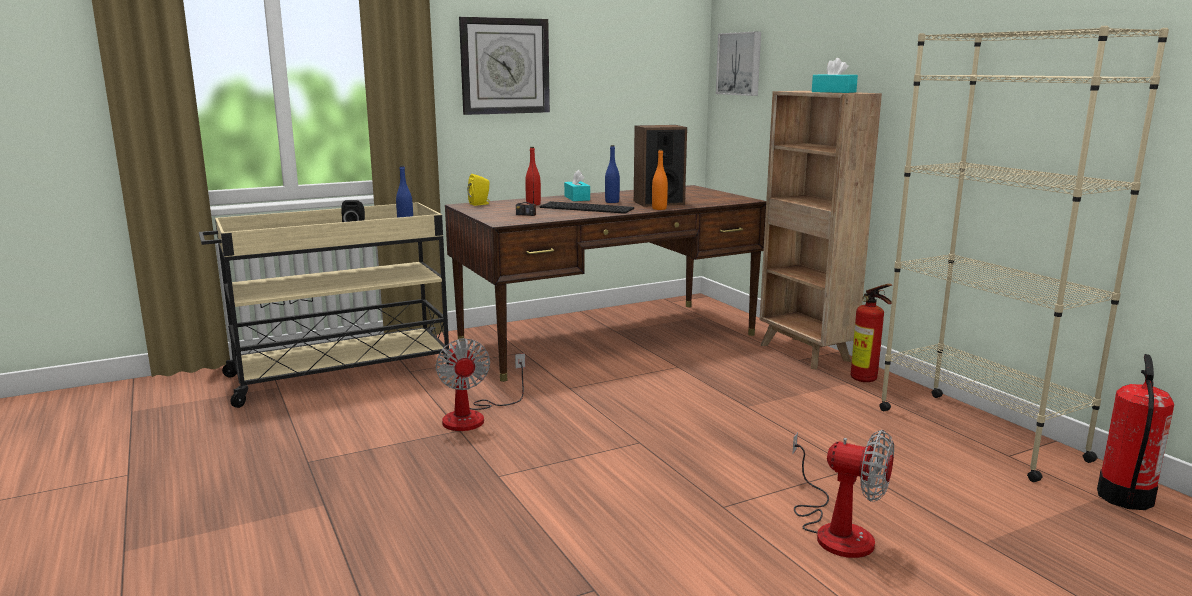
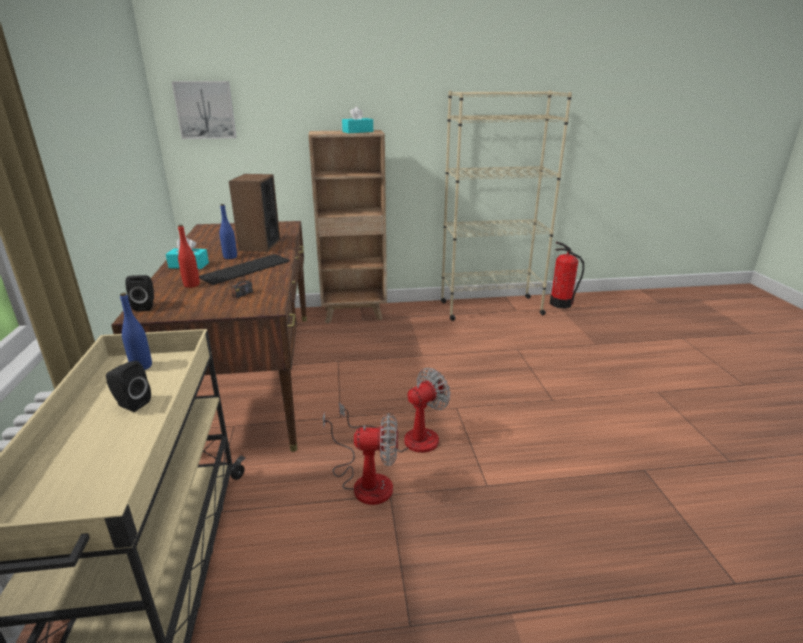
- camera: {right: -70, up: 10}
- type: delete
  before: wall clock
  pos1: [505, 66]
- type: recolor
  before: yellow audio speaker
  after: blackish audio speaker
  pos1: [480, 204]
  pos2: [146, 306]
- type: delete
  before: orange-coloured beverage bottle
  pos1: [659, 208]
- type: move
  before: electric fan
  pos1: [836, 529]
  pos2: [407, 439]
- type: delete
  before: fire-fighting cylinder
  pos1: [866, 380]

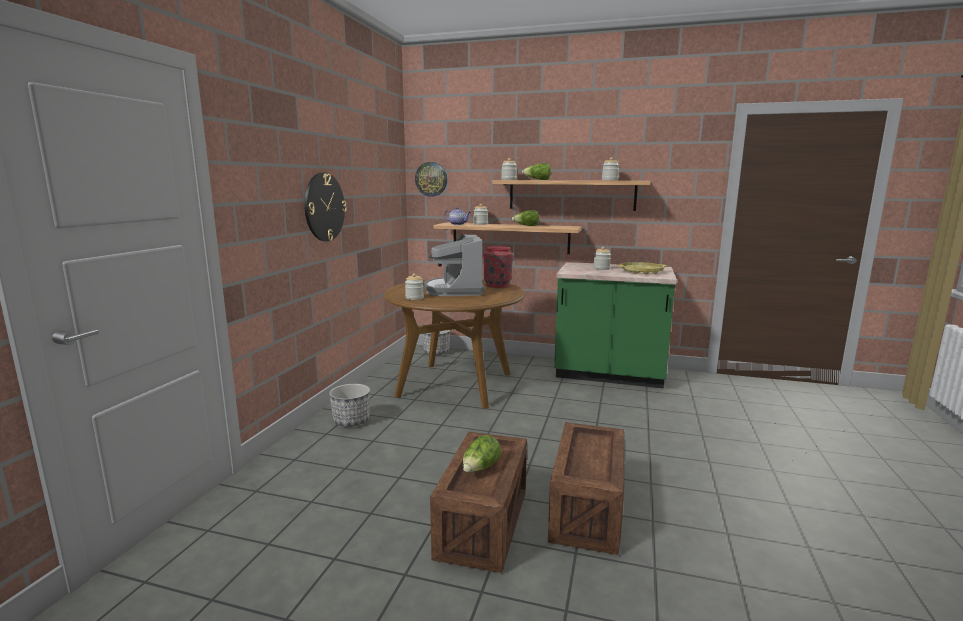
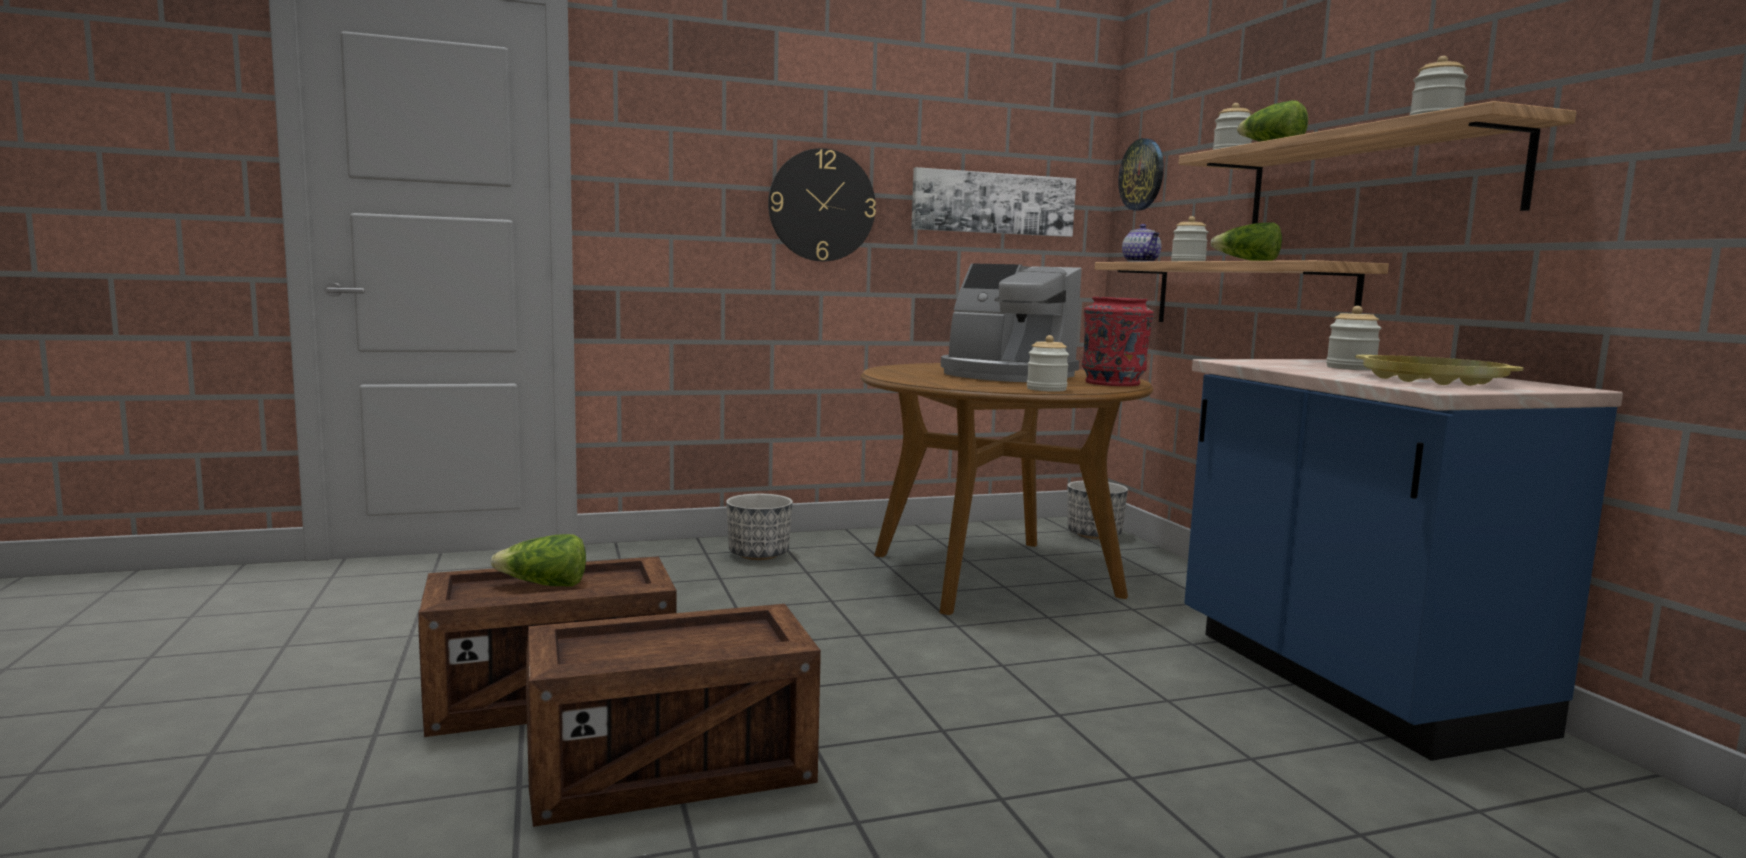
- camera: {right: 55, up: -5}
- type: move
  before: preserve jar
  pos1: [414, 298]
  pos2: [1046, 389]
- type: rotate
  before: coffee maker
  pos1: [455, 290]
  pos2: [1005, 375]
  turn: -105
- type: recolor
  before: green-coloured kitchen counter
  after: blue-coloured kitchen counter
  pos1: [609, 375]
  pos2: [1347, 682]
- type: insert
  after: picture
  pos2: [993, 203]

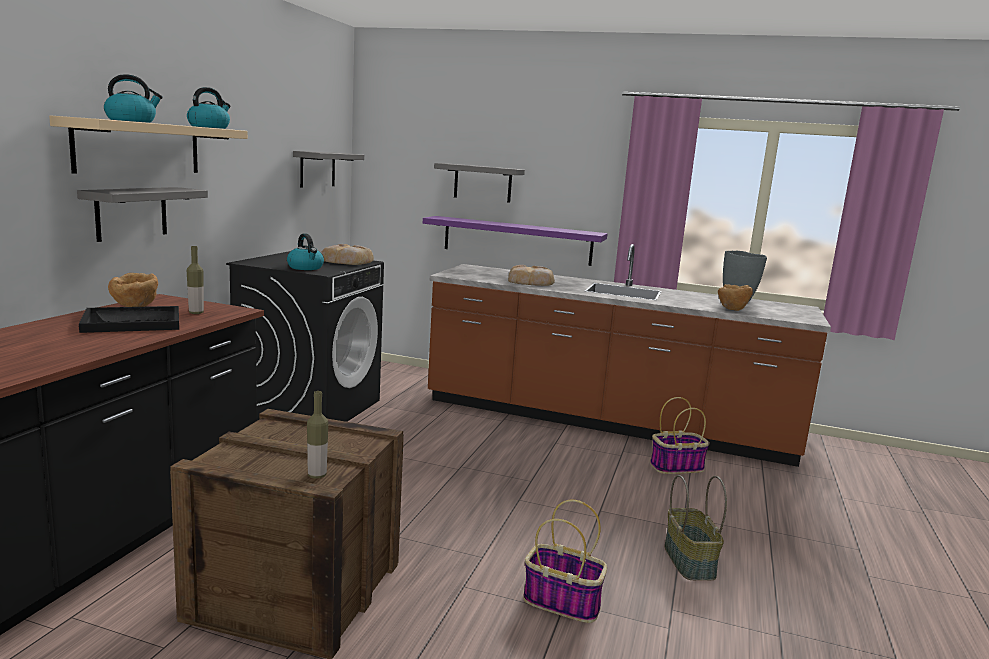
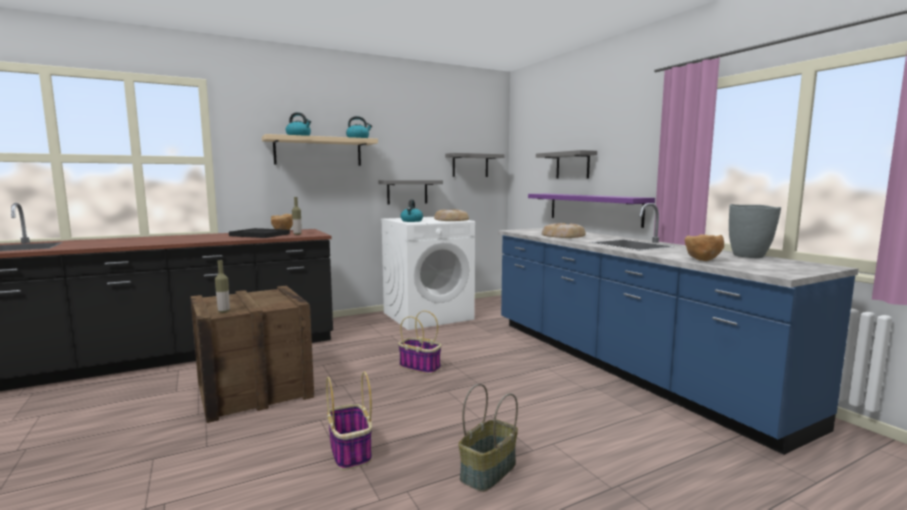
- camera: {right: 45, up: -5}
- type: move
  before: gray shelf
  pos1: [131, 213]
  pos2: [407, 192]
- type: recolor
  before: blackish laundry machine
  after: white-coloured laundry machine
  pos1: [309, 408]
  pos2: [428, 316]
- type: recolor
  before: brown-coloured kitchen counter
  after: blue-coloured kitchen counter
  pos1: [606, 421]
  pos2: [622, 365]
- type: move
  before: storage basket
  pos1: [677, 467]
  pos2: [420, 367]

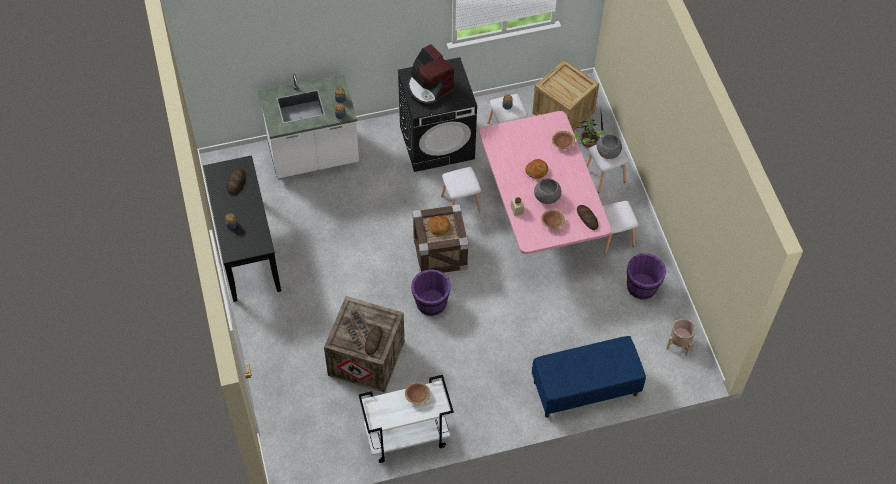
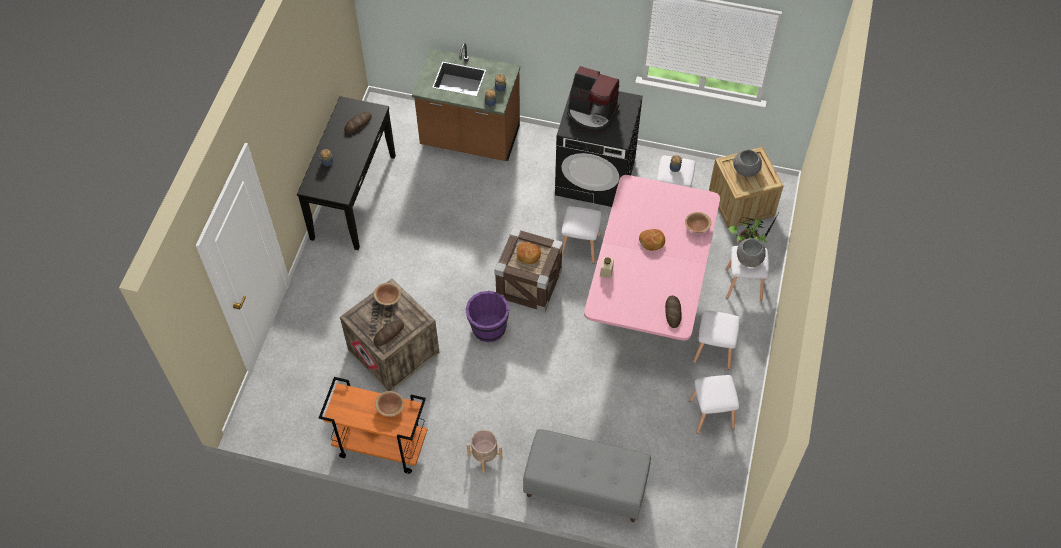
- camera: {right: 30, up: 0}
- type: recolor
  before: white-coloured kitchen counter
  after: brown-coloured kitchen counter
  pos1: [313, 156]
  pos2: [470, 139]
- type: recolor
  before: white-coloured trolley
  after: orange-coloured trolley
  pos1: [406, 438]
  pos2: [380, 446]
- type: rotate
  before: coffee maker
  pos1: [429, 88]
  pos2: [591, 113]
  turn: -60
- type: recolor
  before: blue-coloured indoor bench
  after: gray indoor bench
  pos1: [585, 389]
  pos2: [584, 488]
- type: move
  before: gray deep dish
  pos1: [546, 197]
  pos2: [745, 169]
- type: move
  before: brown-coloured deep dish
  pos1: [552, 223]
  pos2: [388, 298]
- type: replace
  before: purple-coloured water bucket
  after: white-coloured stool
  pos1: [642, 287]
  pos2: [710, 414]
- type: move
  before: beige-coloured plant pot
  pos1: [679, 343]
  pos2: [485, 456]

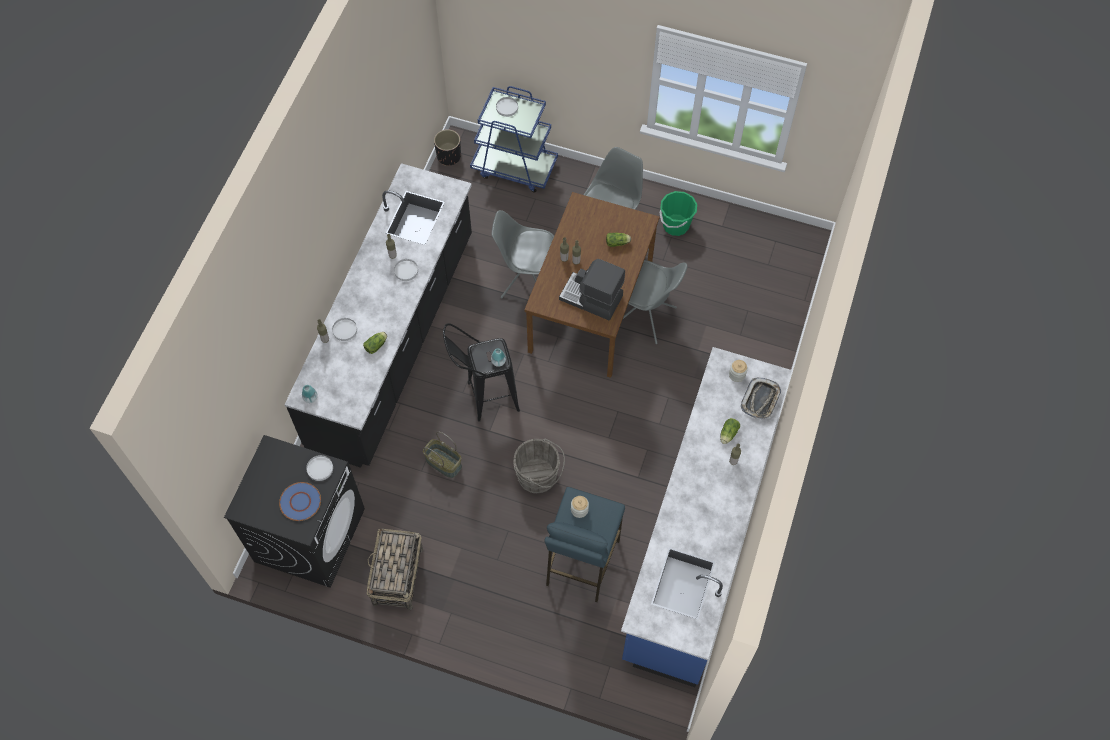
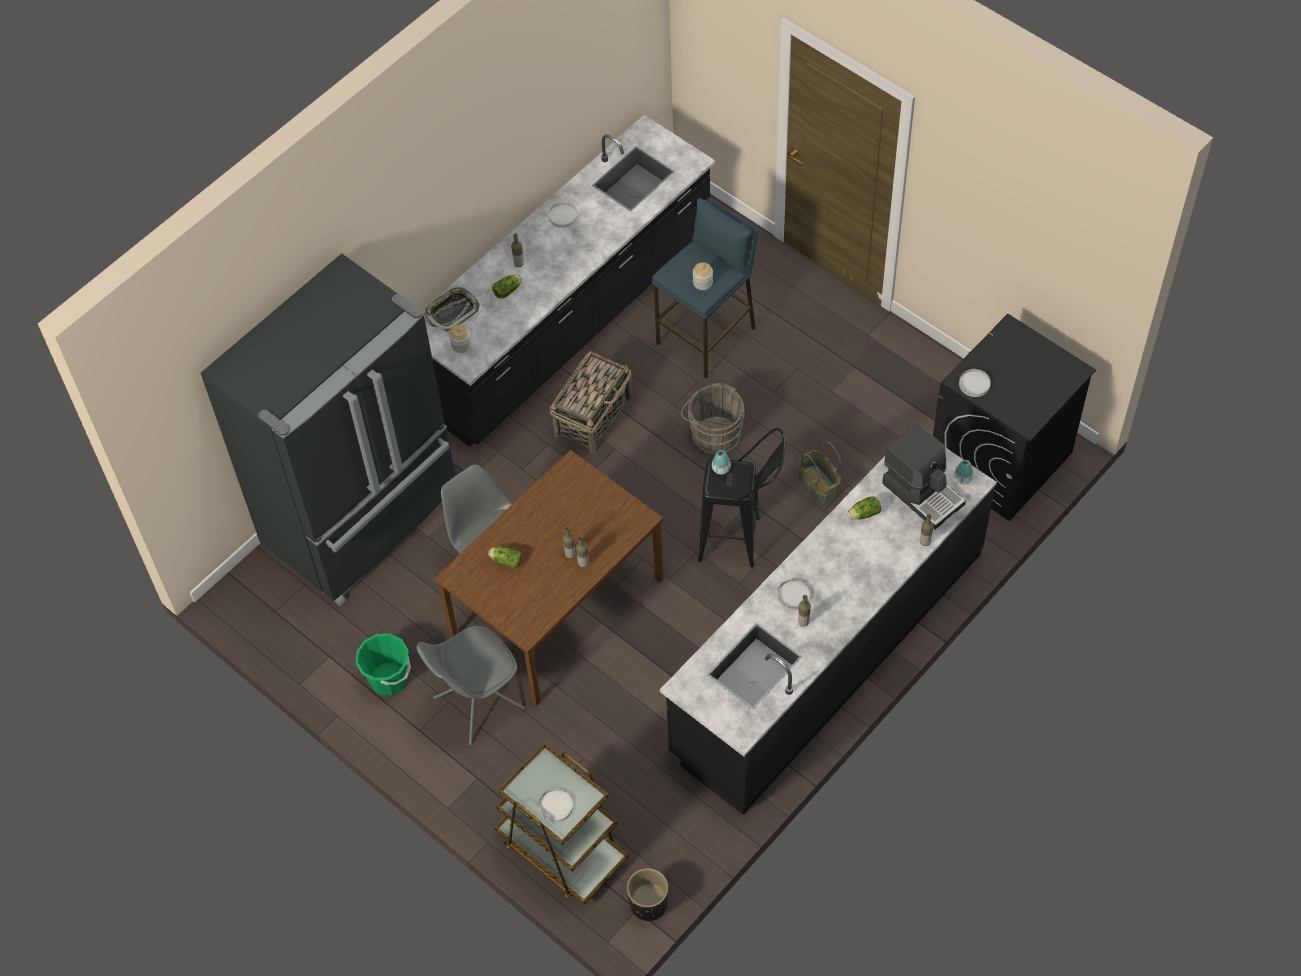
- camera: {right: -155, up: -5}
- type: delete
  before: blue-coloured plate
  pos1: [300, 502]
- type: move
  before: white-coloured plate
  pos1: [345, 330]
  pos2: [562, 216]
- type: move
  before: storage basket
  pos1: [397, 577]
  pos2: [593, 415]
- type: recolor
  before: blue-coloured trolley
  after: brown-coloured trolley
  pos1: [514, 167]
  pos2: [561, 849]
- type: delete
  before: gray plain chair
  pos1: [526, 281]
- type: move
  before: coffee maker
  pos1: [591, 298]
  pos2: [923, 492]
- type: recolor
  before: blue-coloured kitchen counter
  after: blackish kitchen counter
  pos1: [698, 534]
  pos2: [568, 322]
- type: insert
  after: blackish kitchen fridge
  pos2: [365, 521]

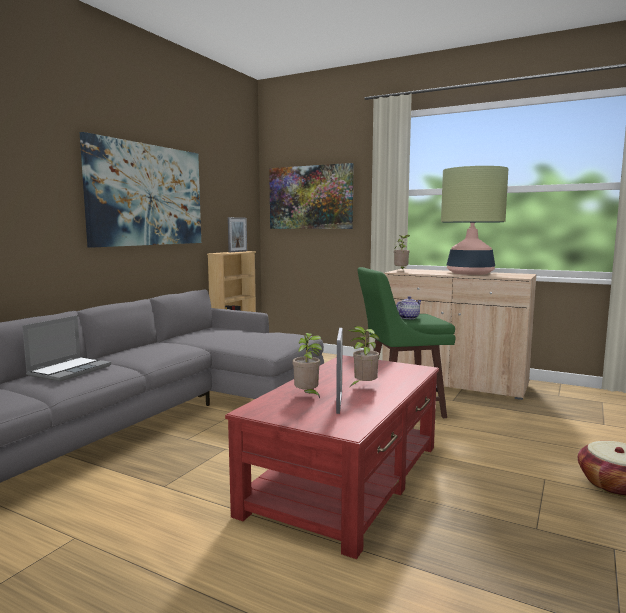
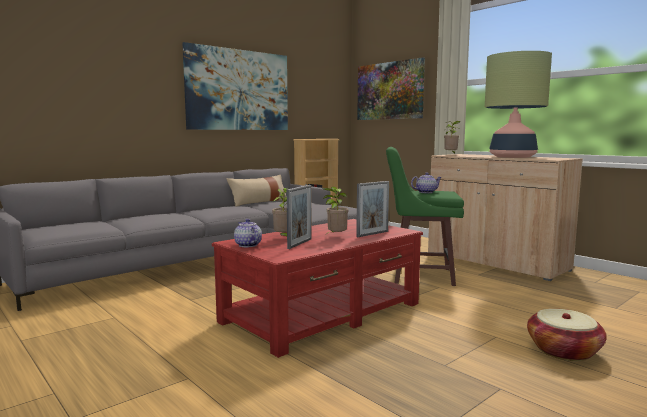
- camera: {right: 20, up: 0}
- type: delete
  before: laptop
  pos1: [70, 370]
- type: move
  before: picture frame
  pos1: [238, 251]
  pos2: [372, 234]
- type: insert
  after: beige-coloured cushion
  pos2: [259, 203]
- type: insert
  after: teapot
  pos2: [247, 245]

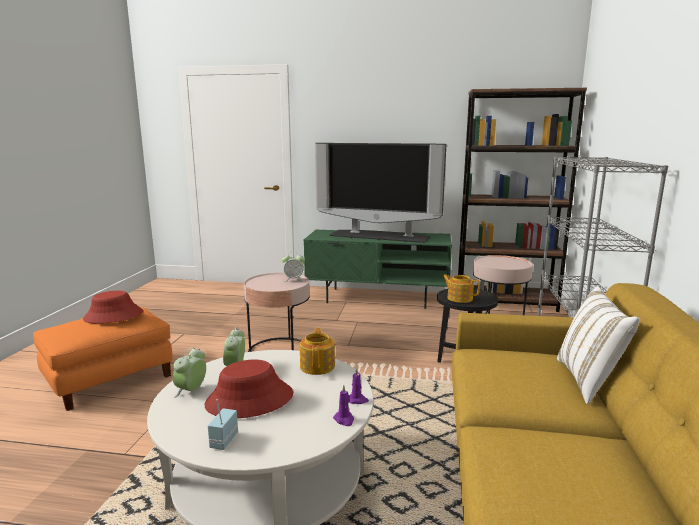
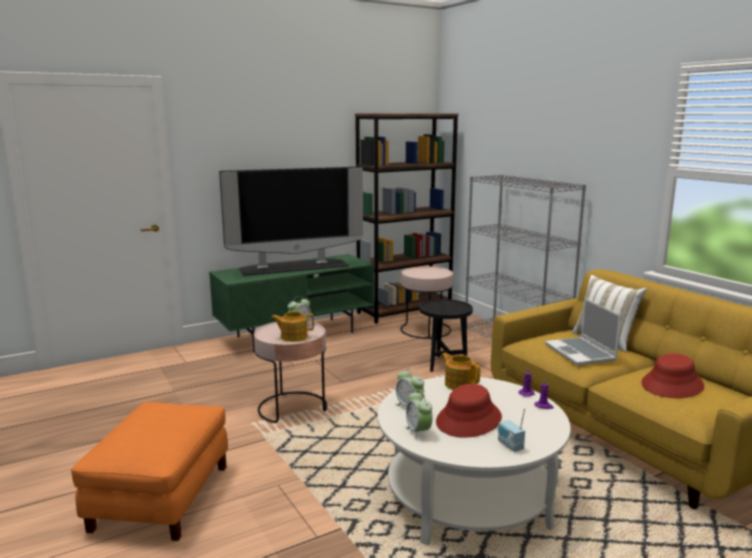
- camera: {right: -40, up: 0}
- type: move
  before: red-coloured hat
  pos1: [113, 316]
  pos2: [672, 385]
- type: move
  before: teapot
  pos1: [459, 298]
  pos2: [293, 337]
- type: insert
  after: laptop
  pos2: [581, 353]

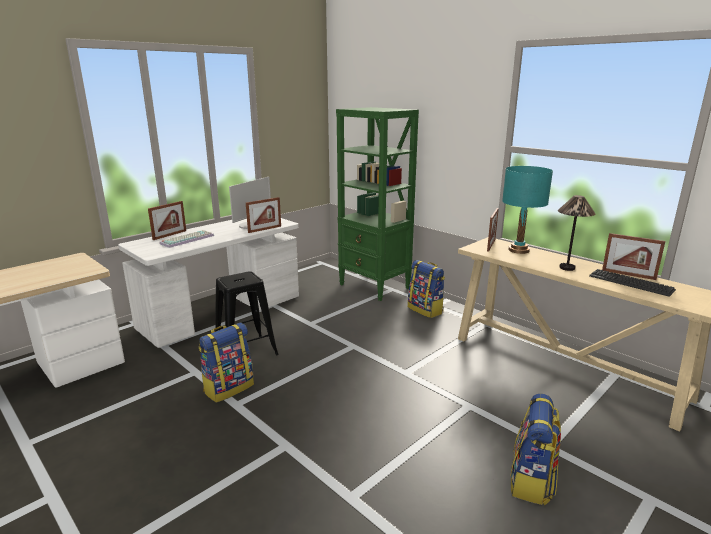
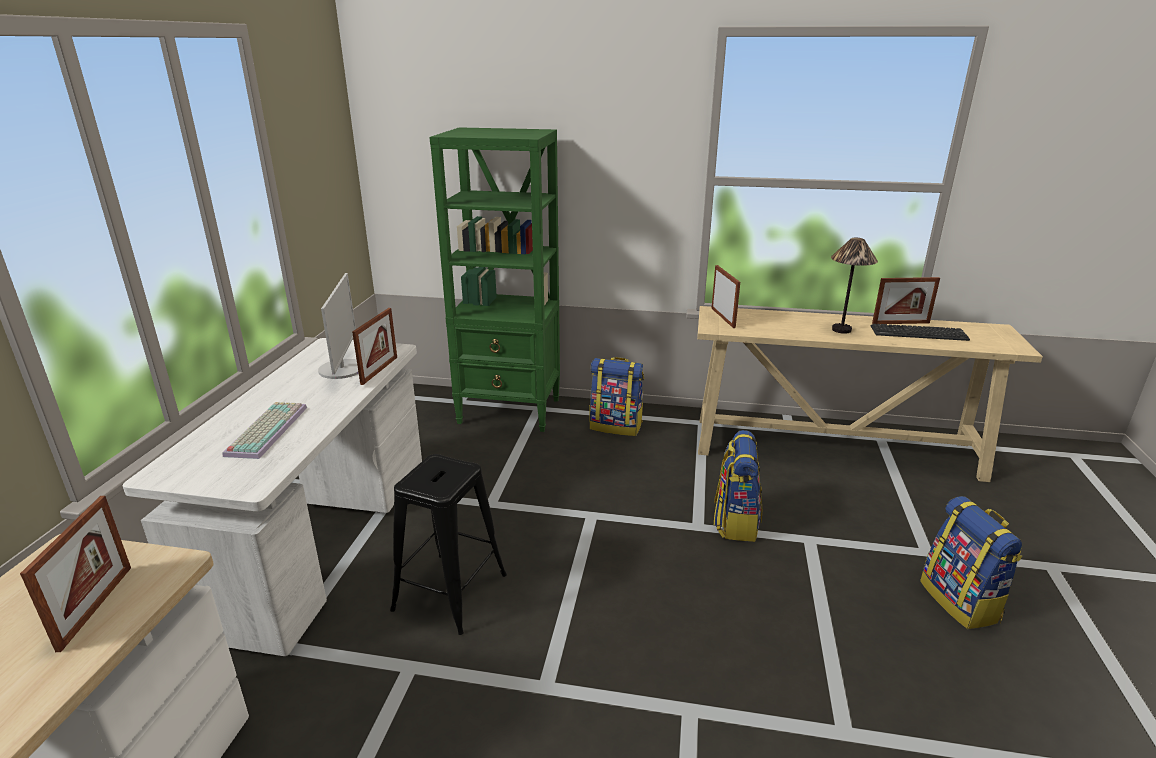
- camera: {right: -35, up: 5}
- type: move
  before: picture frame
  pos1: [170, 235]
  pos2: [96, 607]
- type: move
  before: backpack
  pos1: [229, 388]
  pos2: [735, 521]
- type: delete
  before: turquoise-coloured table lamp
  pos1: [518, 250]

